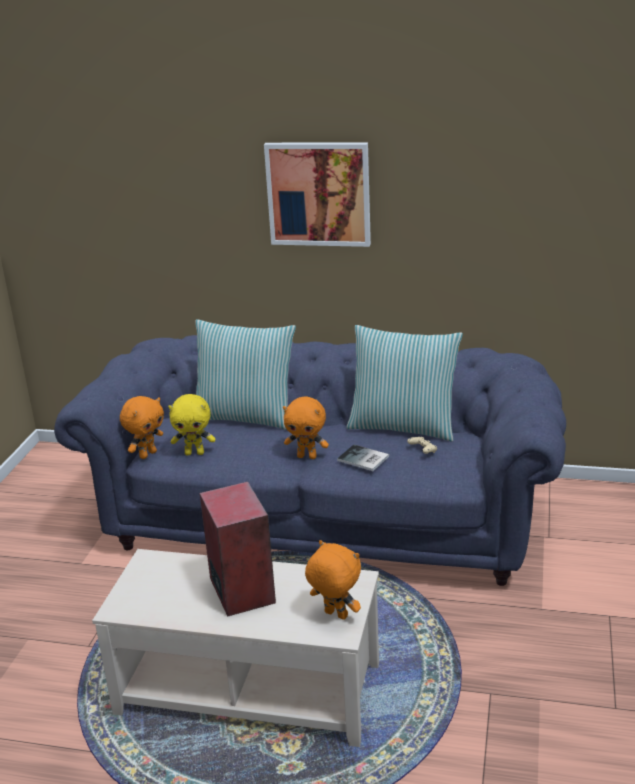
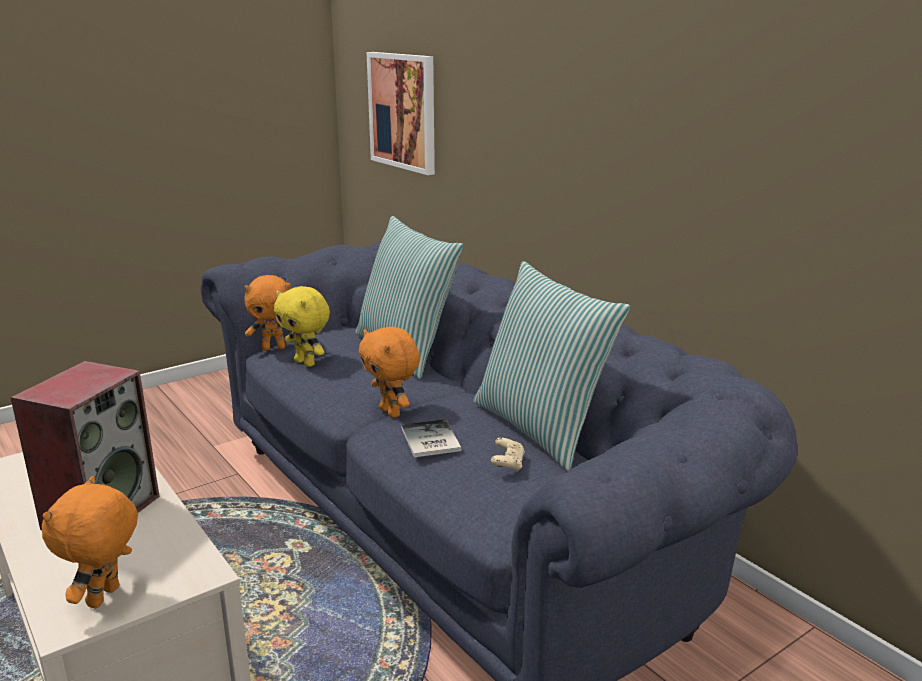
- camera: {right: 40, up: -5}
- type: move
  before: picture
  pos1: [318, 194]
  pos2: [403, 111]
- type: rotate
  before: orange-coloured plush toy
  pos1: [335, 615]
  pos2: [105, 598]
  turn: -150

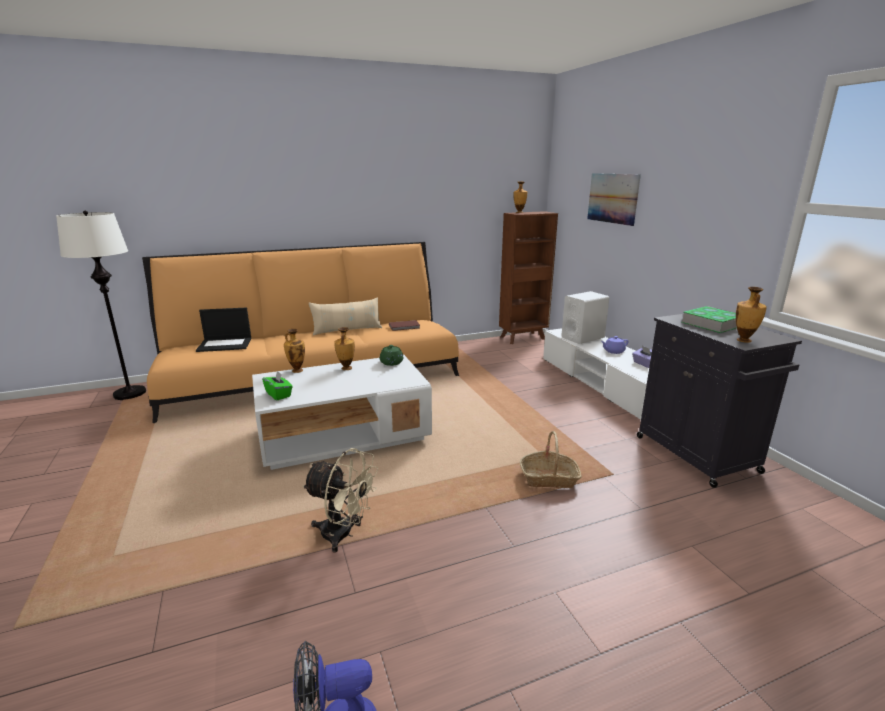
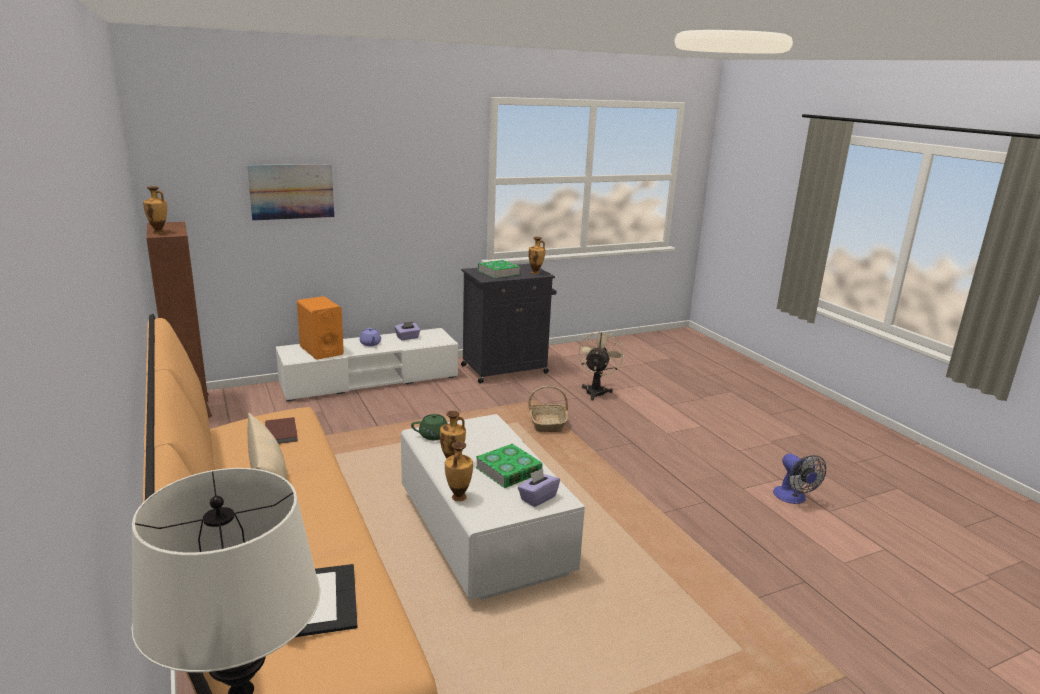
- camera: {right: -95, up: 0}
- type: recolor
  before: green-coloured box of tissues
  after: purple-coloured box of tissues
  pos1: [279, 394]
  pos2: [537, 498]
- type: move
  before: beige-coloured electric fan
  pos1: [344, 534]
  pos2: [596, 390]
- type: recolor
  before: white-coloured audio speaker
  after: orange-coloured audio speaker
  pos1: [583, 337]
  pos2: [321, 350]
- type: insert
  after: book
  pos2: [508, 470]

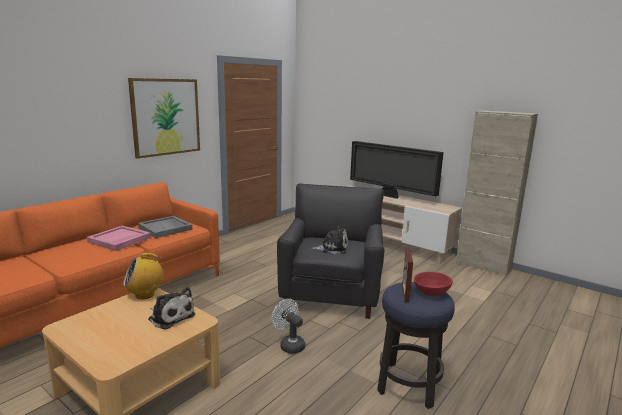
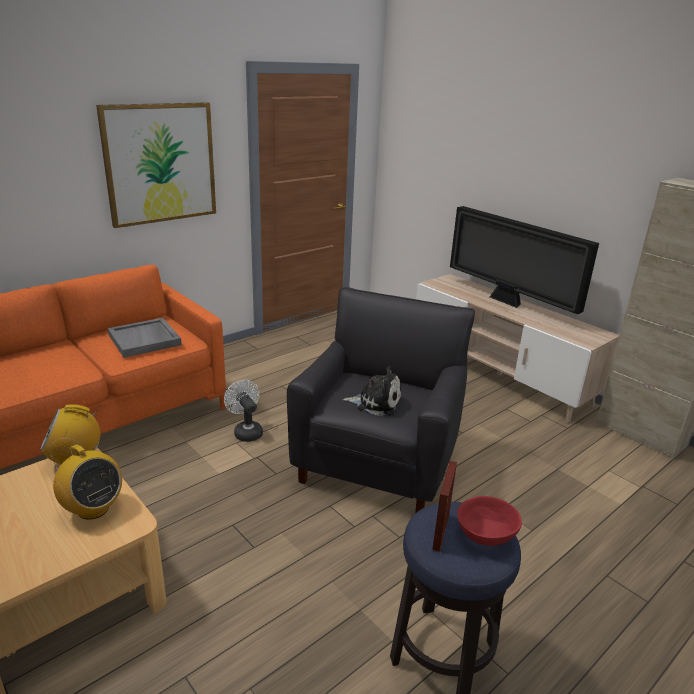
- camera: {right: 10, up: 10}
- type: delete
  before: pinkish tray
  pos1: [119, 240]
- type: replace
  before: plush toy
  after: radio set
  pos1: [170, 317]
  pos2: [93, 509]
- type: move
  before: white-coloured electric fan
  pos1: [289, 345]
  pos2: [246, 431]

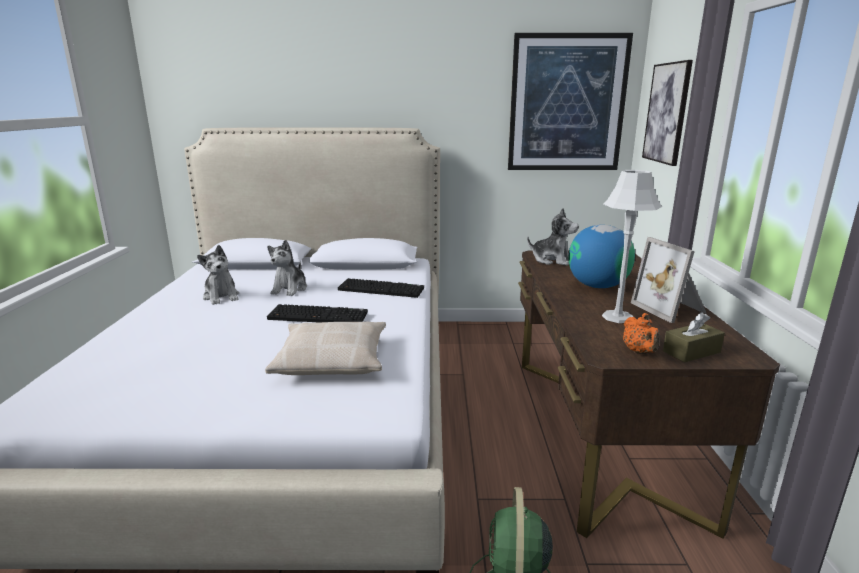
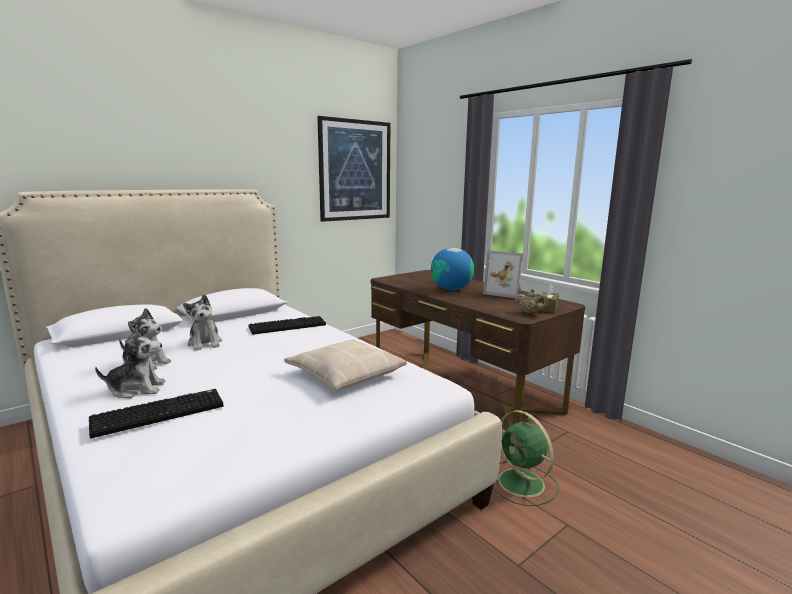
- camera: {right: -40, up: -5}
- type: move
  before: computer keyboard
  pos1: [319, 316]
  pos2: [160, 412]
- type: move
  before: plush toy
  pos1: [552, 260]
  pos2: [136, 389]
- type: delete
  before: gray table lamp
  pos1: [617, 317]
- type: recolor
  before: orange-coloured teapot
  after: beige-coloured teapot
  pos1: [639, 352]
  pos2: [530, 313]
- type: delete
  before: picture
  pos1: [667, 113]

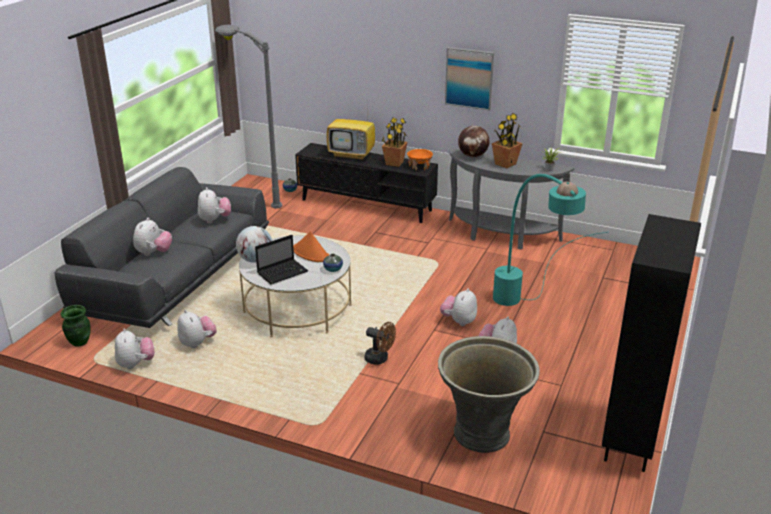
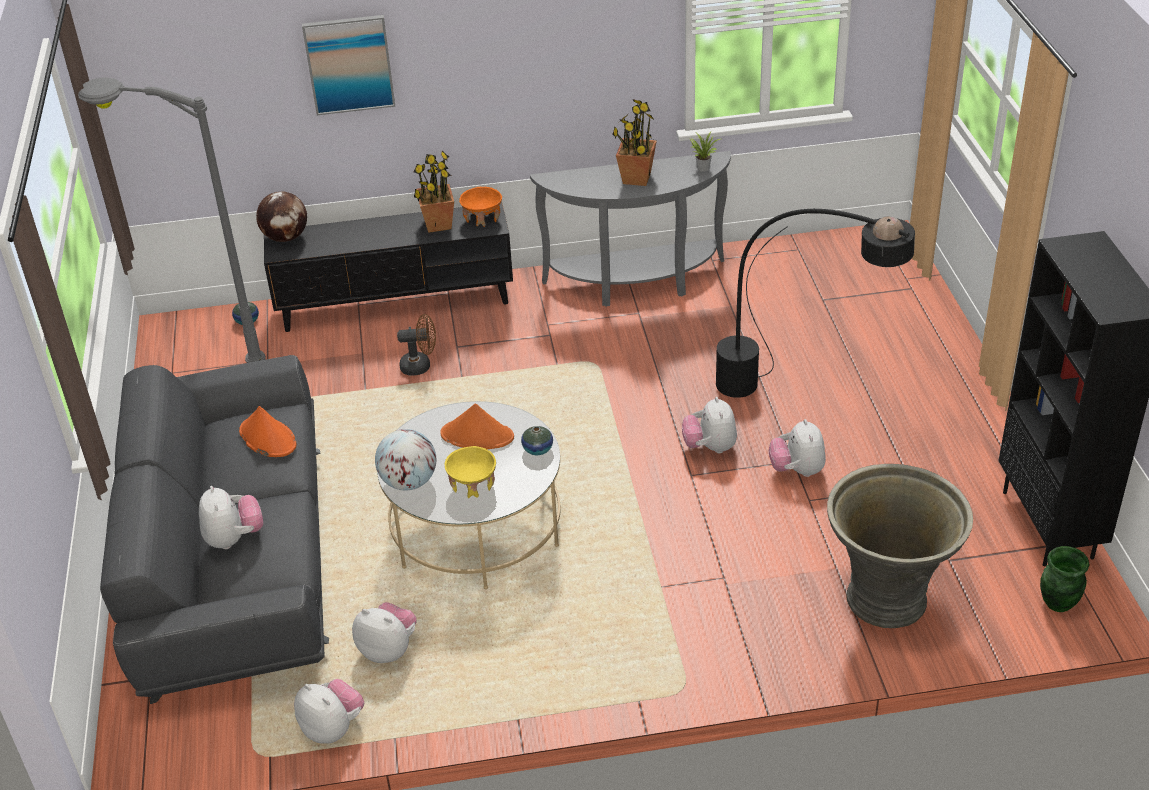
- camera: {right: -30, up: 10}
- type: move
  before: green-coloured decorative vase
  pos1: [79, 342]
  pos2: [1057, 603]
- type: replace
  before: plush toy
  after: orange-coloured hat
  pos1: [214, 220]
  pos2: [267, 438]
- type: replace
  before: laptop
  after: yellow deep dish
  pos1: [283, 272]
  pos2: [472, 485]
- type: delete
  before: television
  pos1: [352, 155]
- type: move
  before: brown-coloured electric fan
  pos1: [380, 359]
  pos2: [420, 366]
- type: move
  before: picture
  pos1: [469, 78]
  pos2: [349, 64]
- type: move
  before: desk globe
  pos1: [473, 156]
  pos2: [286, 237]
- type: recolor
  before: turquoise-coloured floor lamp
  after: blackish floor lamp
  pos1: [534, 314]
  pos2: [791, 393]

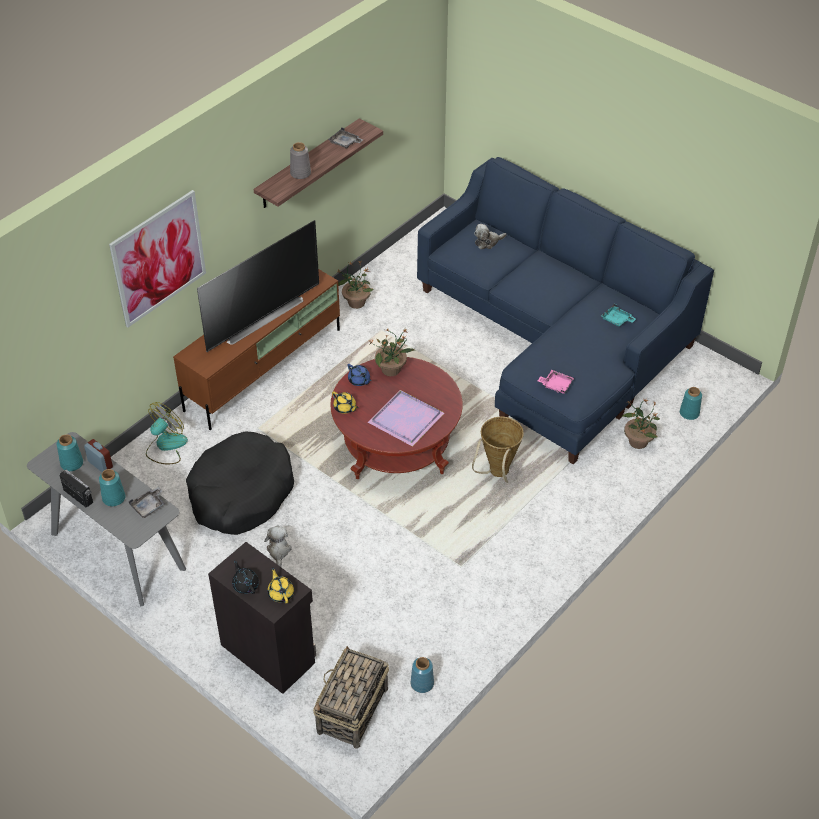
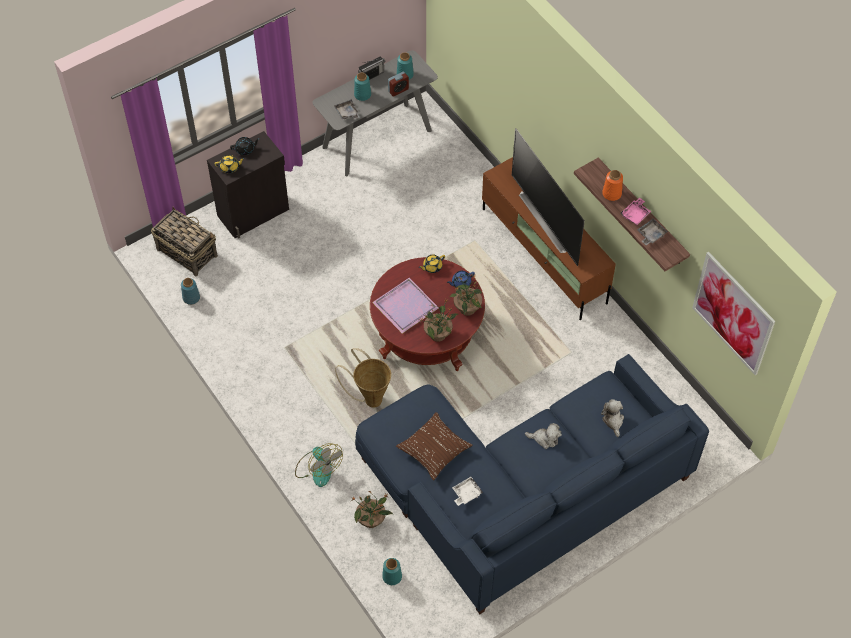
- camera: {right: 105, up: 10}
- type: move
  before: picture
  pos1: [158, 258]
  pos2: [733, 313]
- type: move
  before: electric fan
  pos1: [166, 446]
  pos2: [318, 468]
- type: delete
  before: blackish dog cushion
  pos1: [241, 493]
- type: move
  before: plush toy
  pos1: [278, 551]
  pos2: [545, 439]
- type: recolor
  before: gray decorative vase
  after: orange-coloured decorative vase
  pos1: [300, 173]
  pos2: [611, 193]
- type: move
  before: potted plant
  pos1: [356, 302]
  pos2: [438, 334]
- type: move
  before: pinkish tray
  pos1: [556, 385]
  pos2: [635, 215]
- type: recolor
  before: turquoise-coloured tray
  after: white-coloured tray
  pos1: [617, 320]
  pos2: [466, 493]
- type: insert
  after: brown-coloured cushion
  pos2: [434, 449]

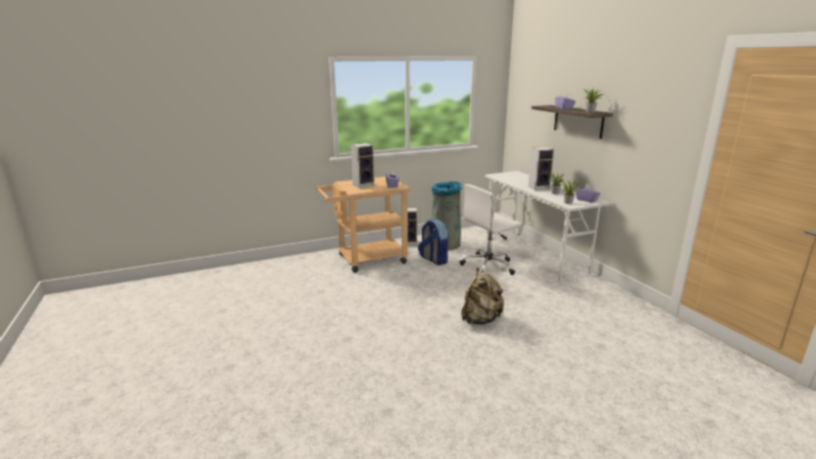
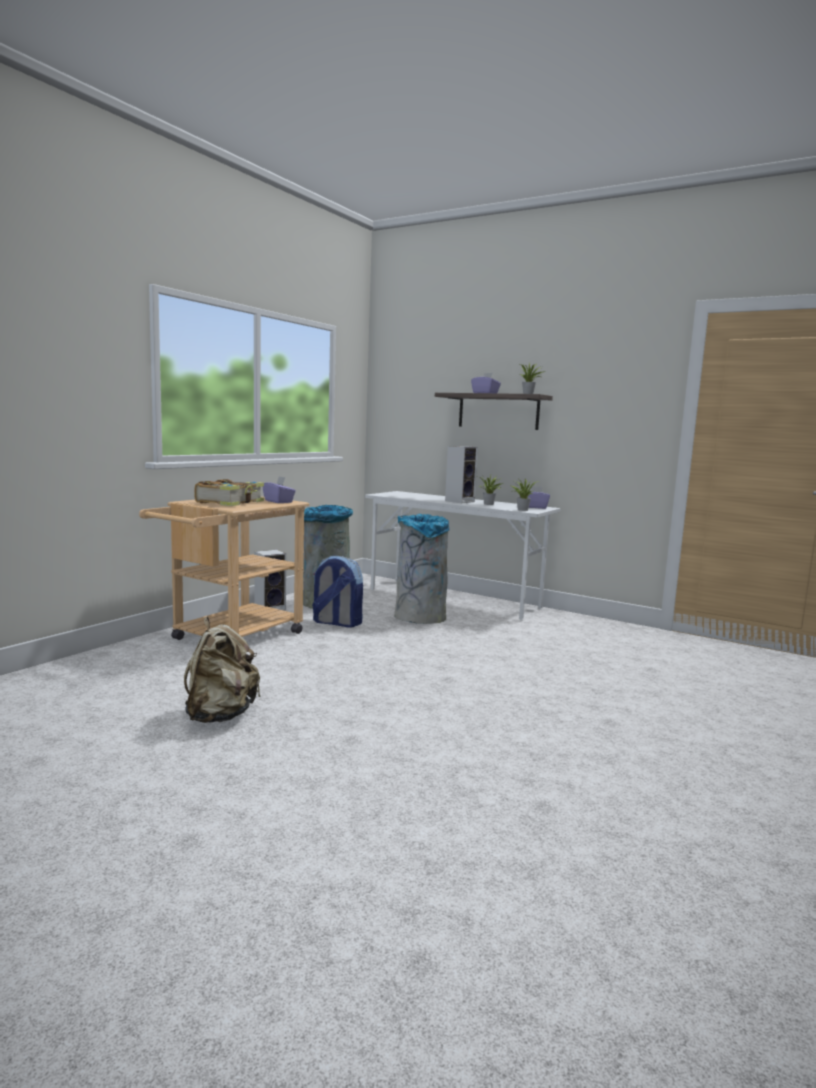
- camera: {right: -35, up: -10}
- type: replace
  before: audio speaker
  after: book
  pos1: [364, 185]
  pos2: [231, 503]
- type: replace
  before: white-coloured desk chair
  after: gray waste bin
  pos1: [489, 266]
  pos2: [419, 618]
- type: move
  before: beige-coloured backpack
  pos1: [480, 319]
  pos2: [220, 715]

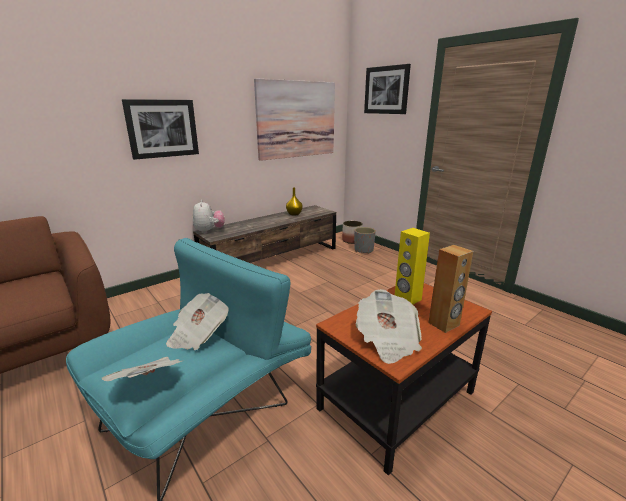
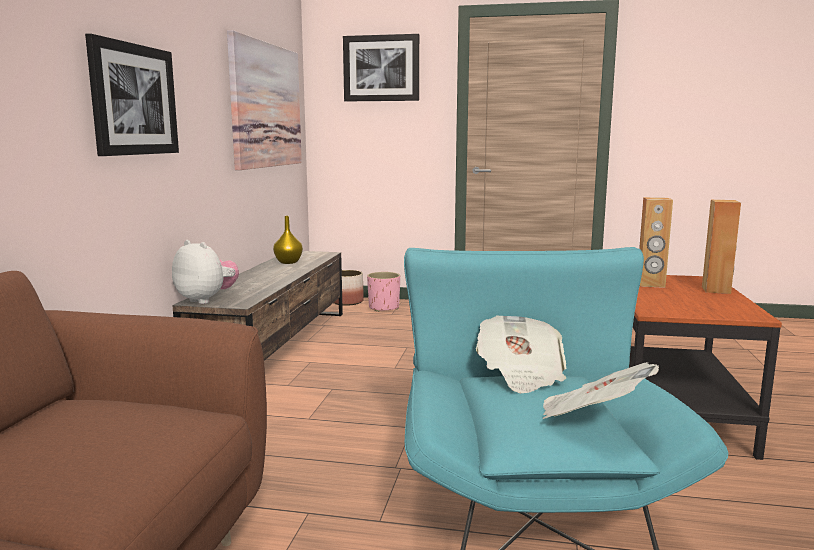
- camera: {right: -40, up: -10}
- type: recolor
  before: gray plant pot
  after: pinkish plant pot
  pos1: [364, 250]
  pos2: [384, 308]
- type: delete
  before: newspaper
  pos1: [387, 340]
- type: recolor
  before: yellow audio speaker
  after: brown-coloured audio speaker
  pos1: [407, 299]
  pos2: [650, 284]

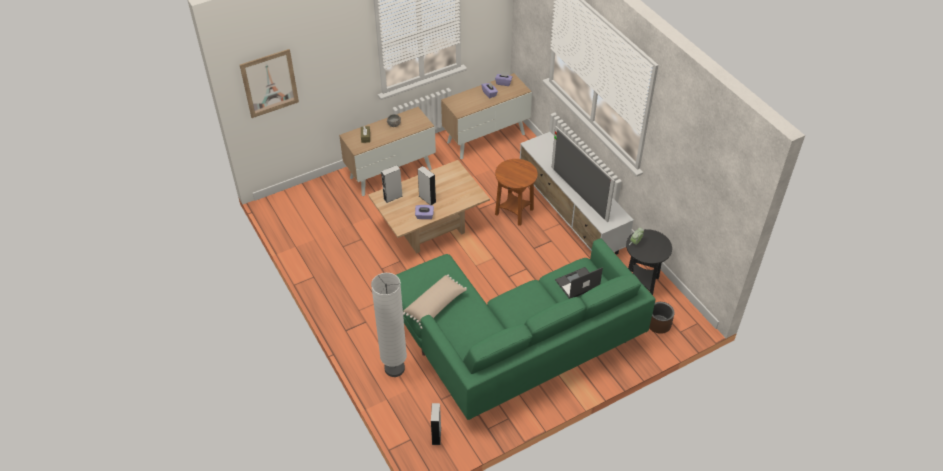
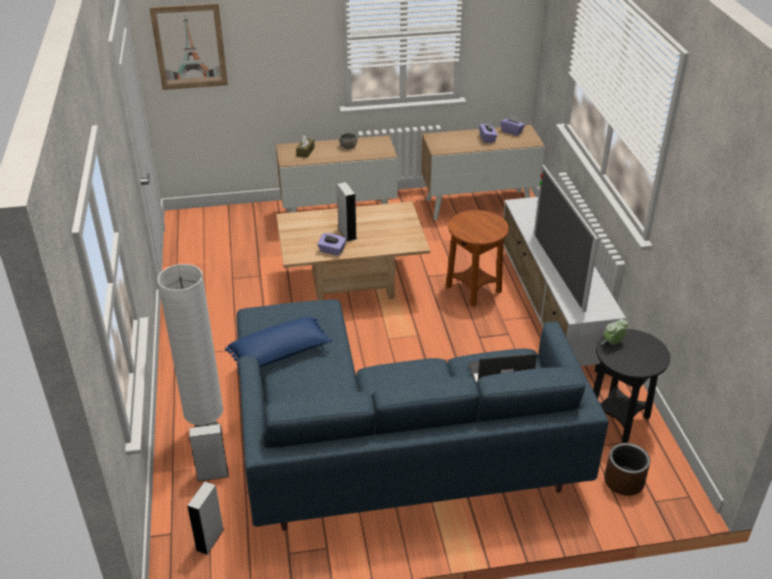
- camera: {right: 20, up: -10}
- type: move
  before: gray audio speaker
  pos1: [393, 197]
  pos2: [212, 474]
- type: recolor
  before: green-coloured settee
  after: blue-coloured settee
  pos1: [512, 345]
  pos2: [385, 449]
- type: recolor
  before: beige-coloured cushion
  after: blue-coloured cushion
  pos1: [436, 306]
  pos2: [280, 355]

